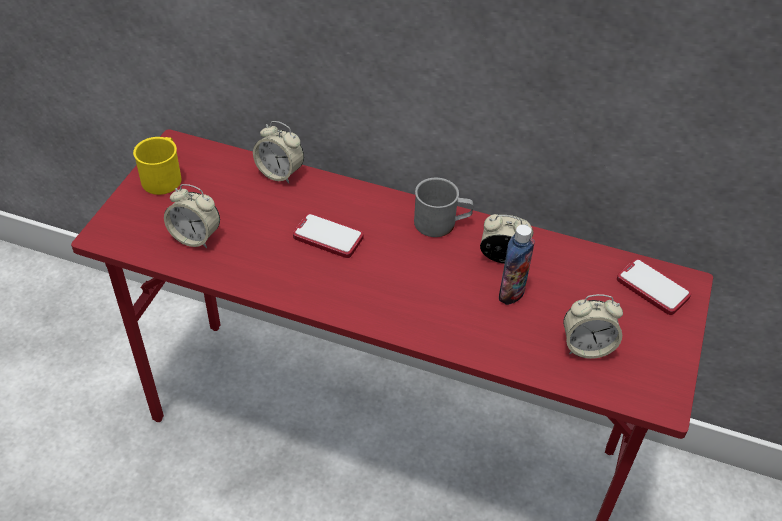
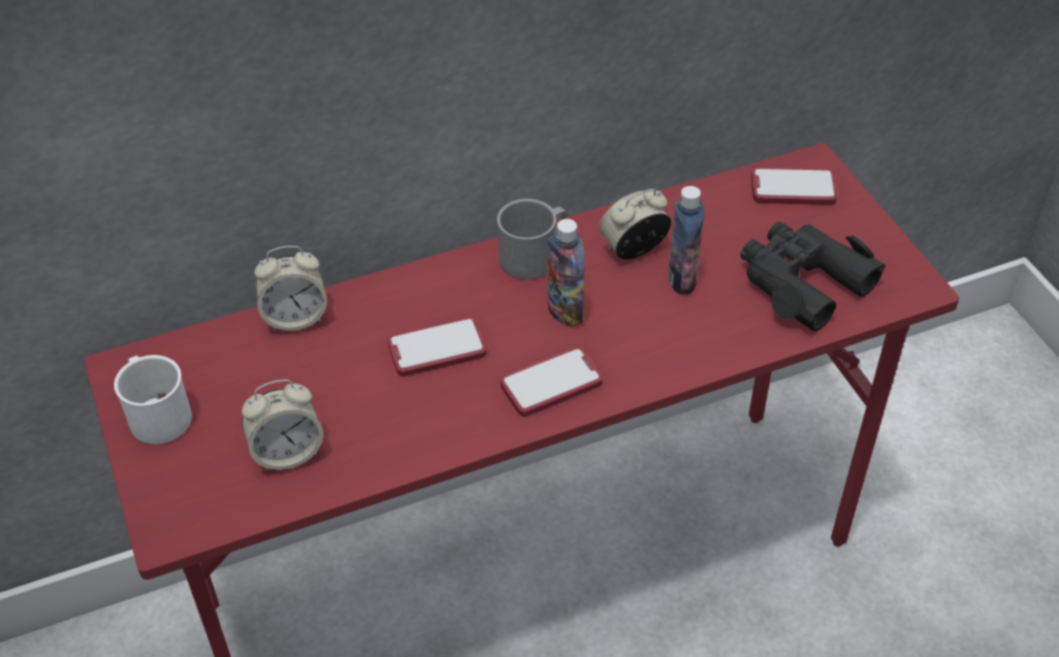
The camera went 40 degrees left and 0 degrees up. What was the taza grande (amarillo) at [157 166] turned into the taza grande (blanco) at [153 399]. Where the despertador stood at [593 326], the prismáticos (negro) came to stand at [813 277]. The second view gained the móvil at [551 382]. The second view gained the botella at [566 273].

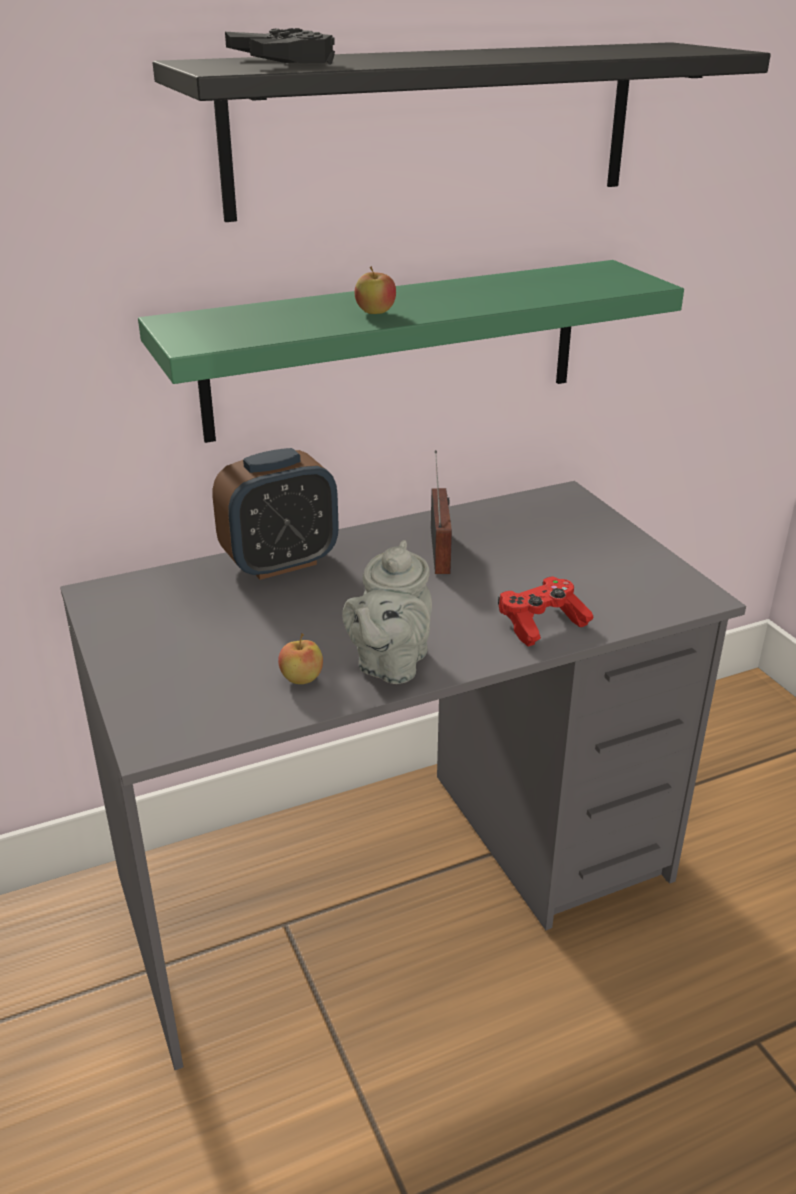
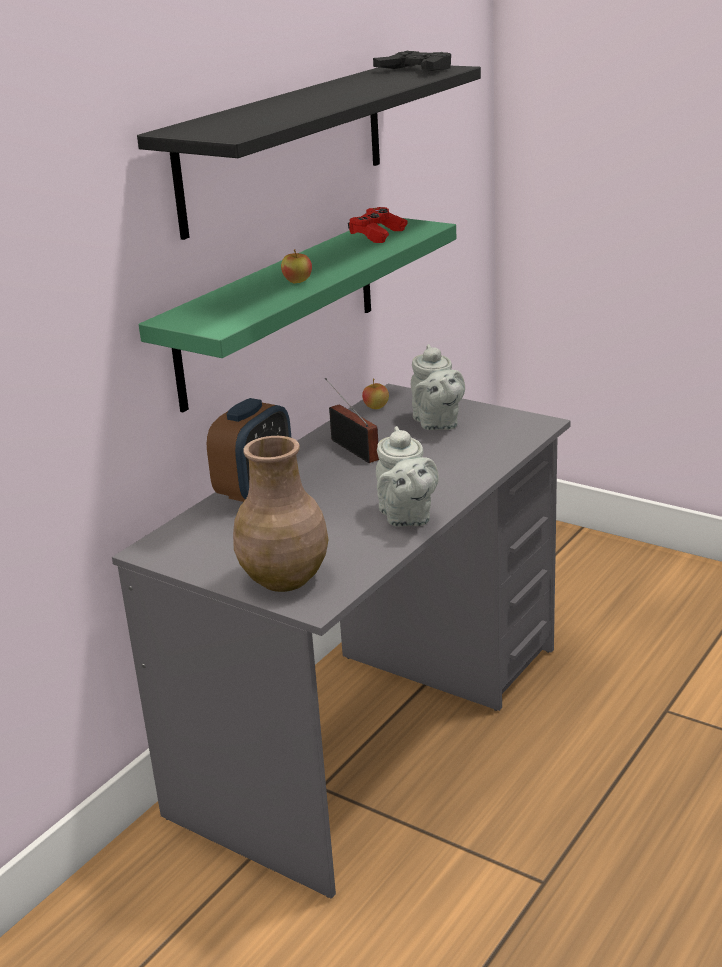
The camera went 30 degrees left and 5 degrees down. The mando de consola (negro) ended up elsewhere, having gone from [280 46] to [412 61]. The manzana ended up elsewhere, having gone from [300 658] to [375 394]. The mando de consola (rojo) ended up elsewhere, having gone from [545 611] to [378 225]. The second view gained the florero (marrón) at [281 514]. The second view gained the tetera (gris) at [438 387].

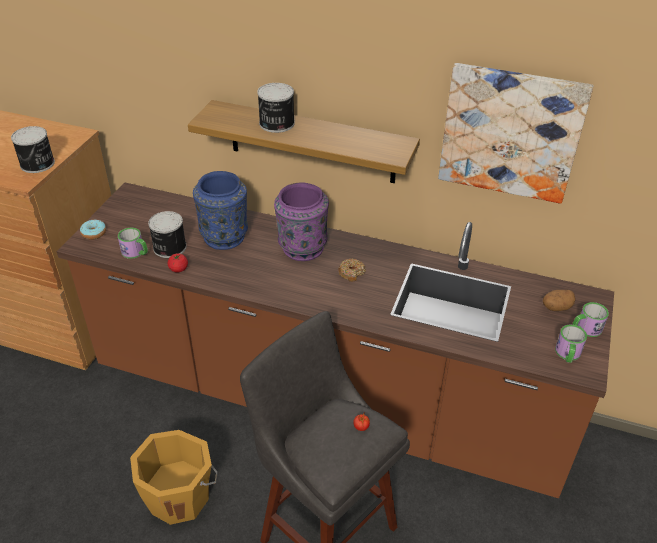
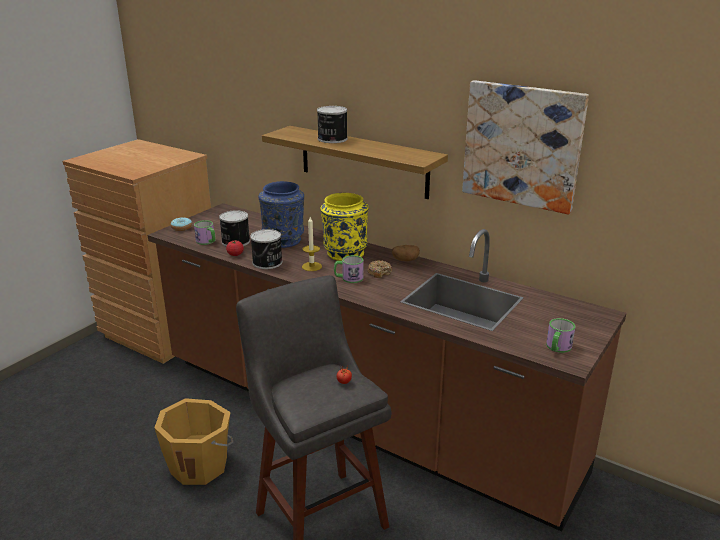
The camera went 15 degrees right and 15 degrees down. The lata ended up elsewhere, having gone from [33 149] to [266 249]. What was the florero (morado) at [301 222] turned into the florero (amarillo) at [344 227]. The patata ended up elsewhere, having gone from [559 300] to [406 253]. The taza grande ended up elsewhere, having gone from [590 319] to [348 269]. The second view gained the vela at [312 244].

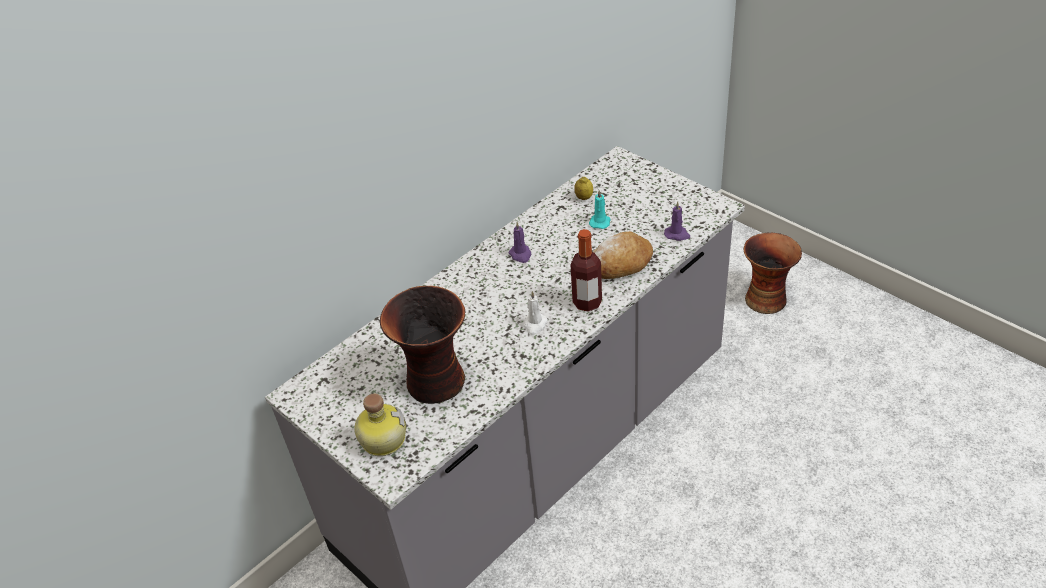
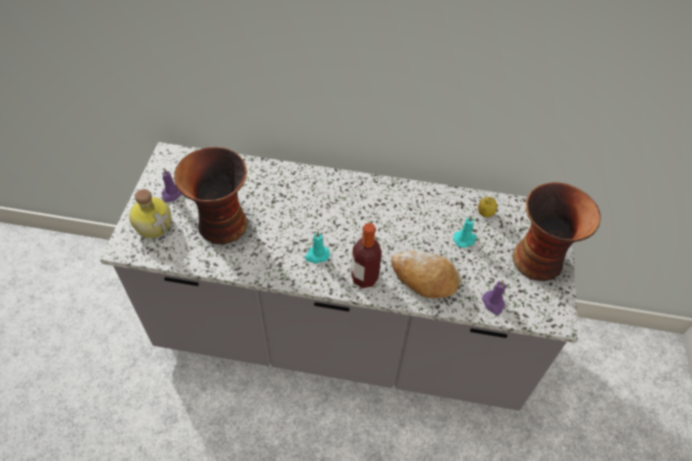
The camera went 50 degrees right and 10 degrees up. The vela (morado) ended up elsewhere, having gone from [519 242] to [172 185]. What was the vela (blanco) at [536 313] turned into the vela (turquesa) at [317 247]. The florero ended up elsewhere, having gone from [773 273] to [557 231].

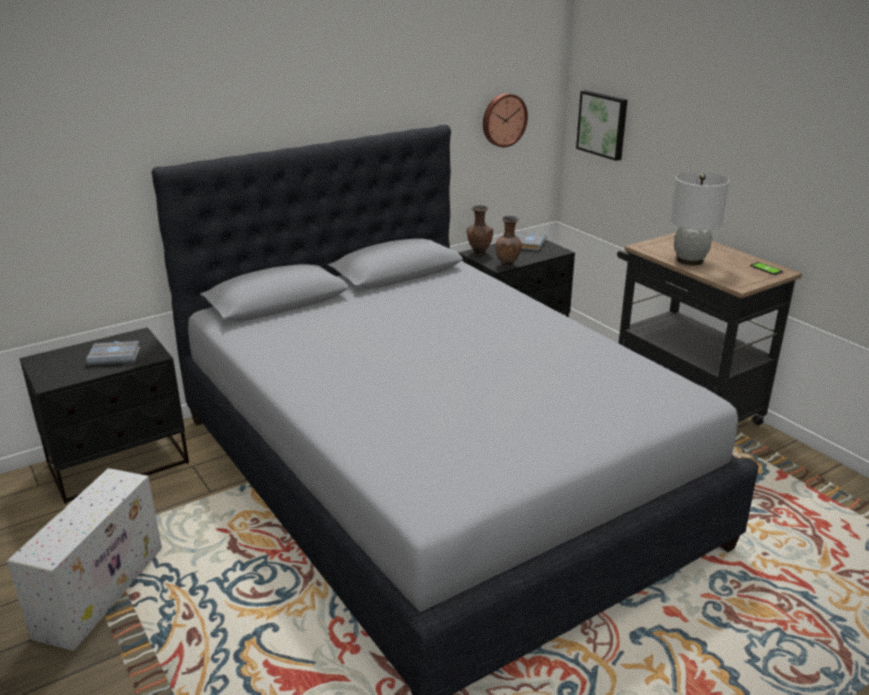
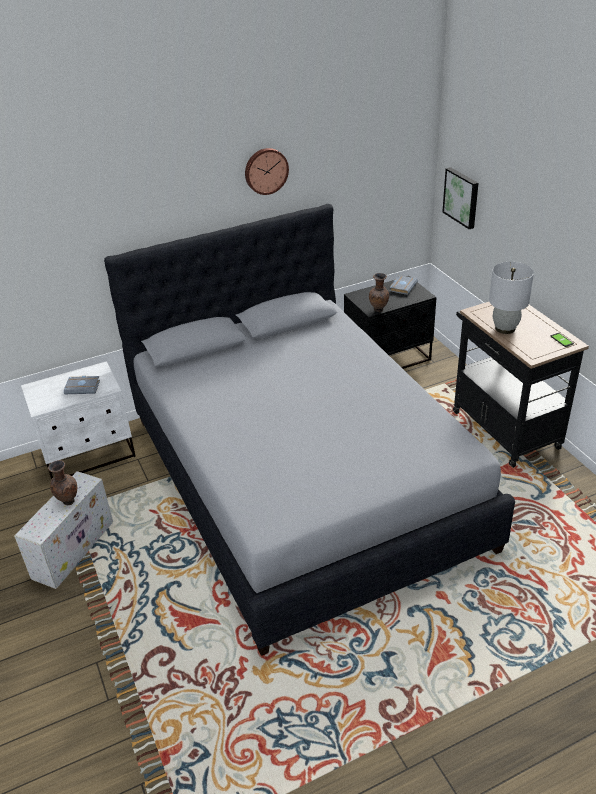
The camera went 10 degrees right and 10 degrees up. What was the mesita de noche (negro) at [104 415] turned into the mesita de noche (blanco) at [78 420]. The florero (marrón) ended up elsewhere, having gone from [479 230] to [62 482]. The reloj de pared ended up elsewhere, having gone from [505 120] to [267 171].

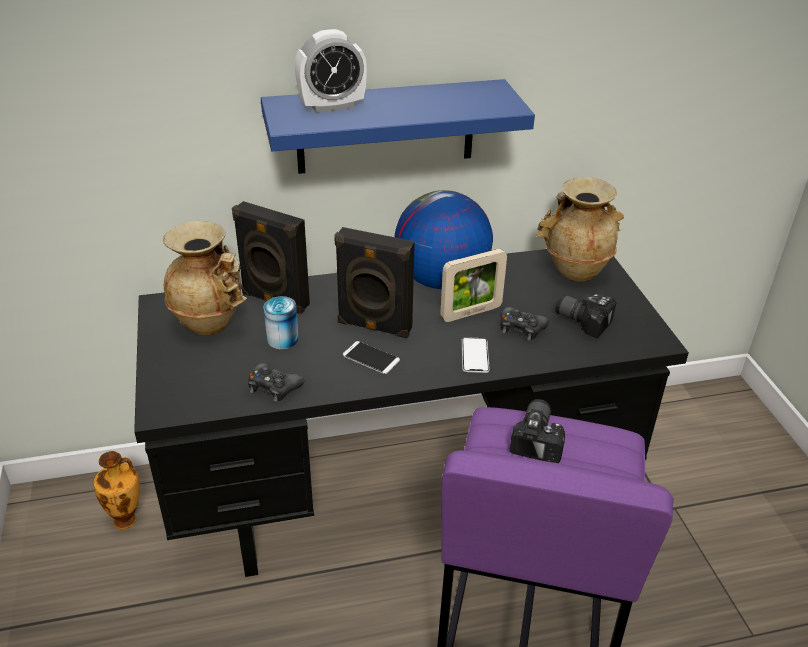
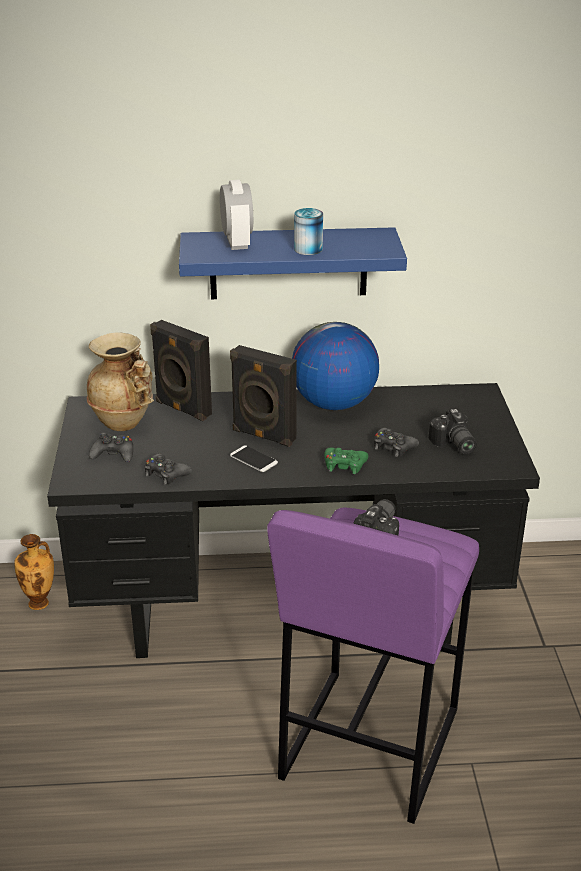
The camera went 10 degrees right and 5 degrees down. The lata ended up elsewhere, having gone from [281 323] to [308 231]. The despertador at [331 71] ended up facing another way, 90 degrees counterclockwise from before. The second view lost the portarretratos at [473 285]. Where the móvil stood at [476 355], the mando de consola (verde) came to stand at [346 461]. The second view lost the florero (beis) at [580 229]. The cámara at [586 316] ended up facing another way, 150 degrees counterclockwise from before. The second view gained the mando de consola (negro) at [111 447].

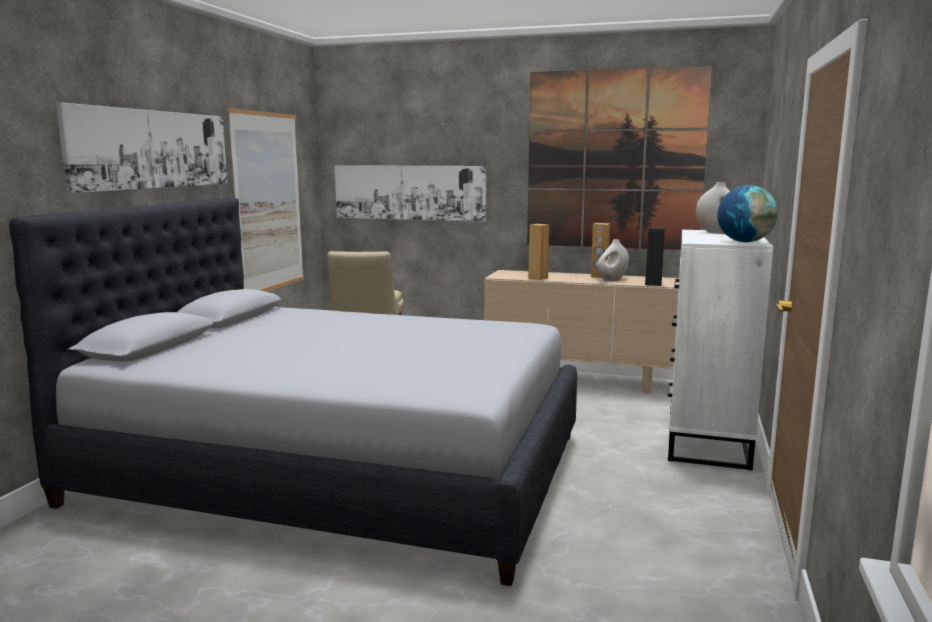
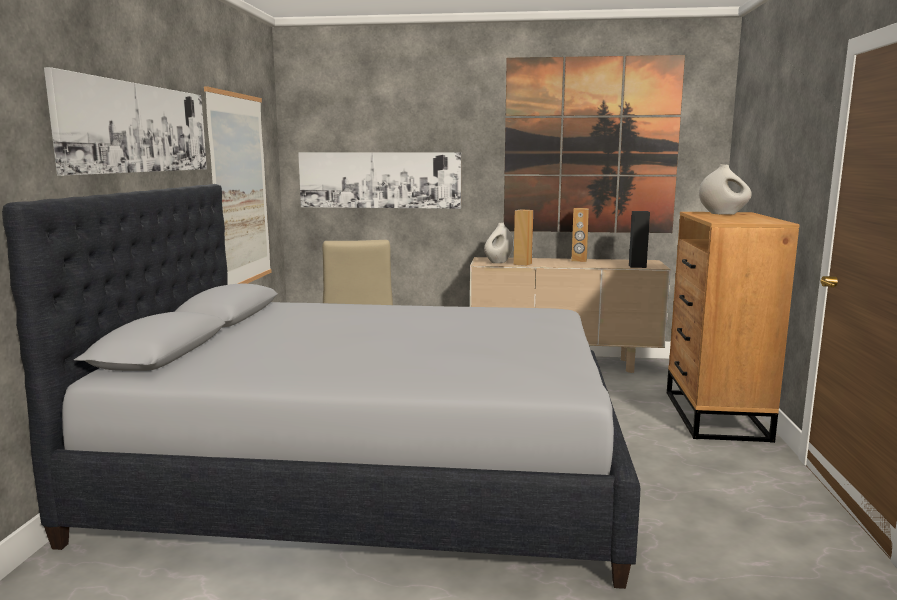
The camera went 10 degrees left and 0 degrees up. The florero (blanco) ended up elsewhere, having gone from [613 260] to [498 243]. What was the cómoda (blanco) at [720 350] turned into the cómoda (marrón) at [733 327]. The second view lost the globo terráqueo at [747 213].

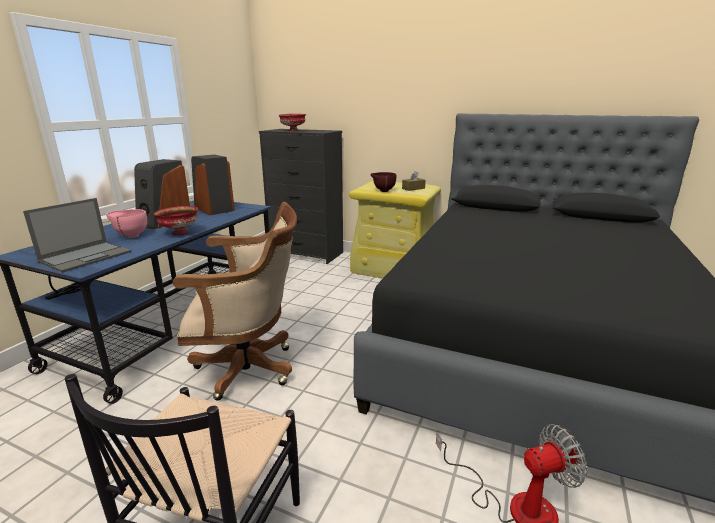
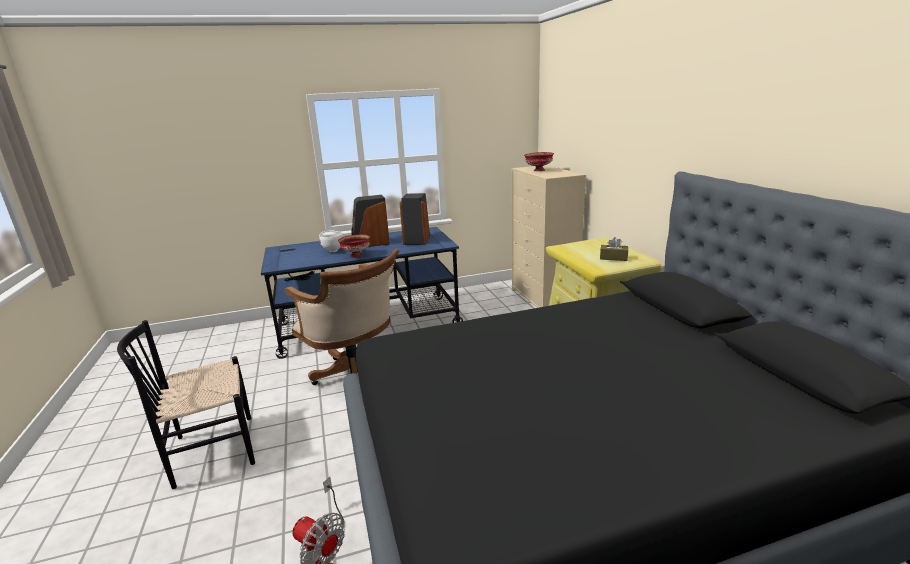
The camera went 50 degrees right and 0 degrees up. The second view lost the portátil at [77 235]. What was the cuenco (rosa) at [126 223] turned into the cuenco (blanco) at [331 241]. What was the cómoda (negro) at [301 196] turned into the cómoda (beis) at [549 236]. The second view lost the cuenco (marrón) at [383 182].

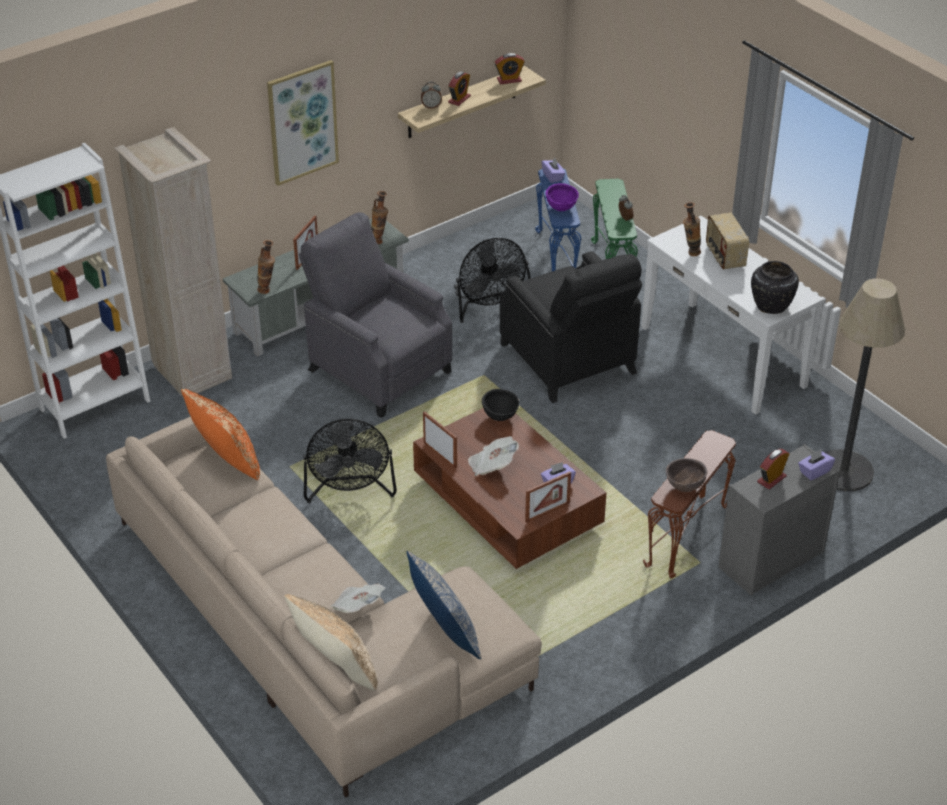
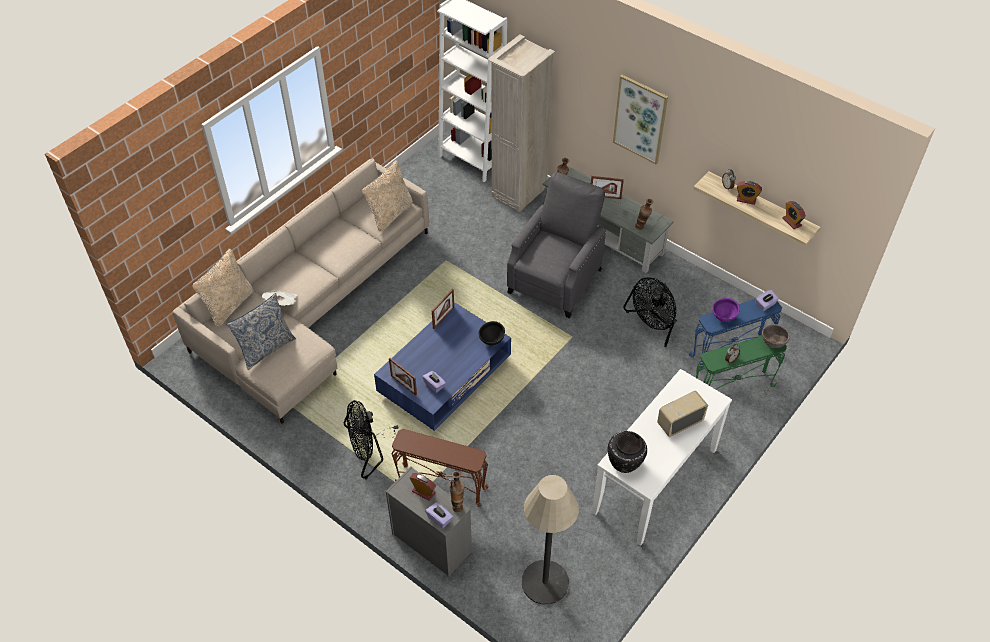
The camera went 75 degrees right and 10 degrees up. What was the cojín (naranja) at [220 434] turned into the cojín (beis) at [387 196]. The ventilador (negro) ended up elsewhere, having gone from [350 460] to [372 439]. What was the mesa de centro (marrón) at [509 488] turned into the mesa de centro (azul) at [442 366]. The second view lost the periódico at [493 456]. The second view lost the sillón (negro) at [571 327]. The cuenco (marrón) ended up elsewhere, having gone from [686 475] to [776 336]. The florero ended up elsewhere, having gone from [692 229] to [457 491].

